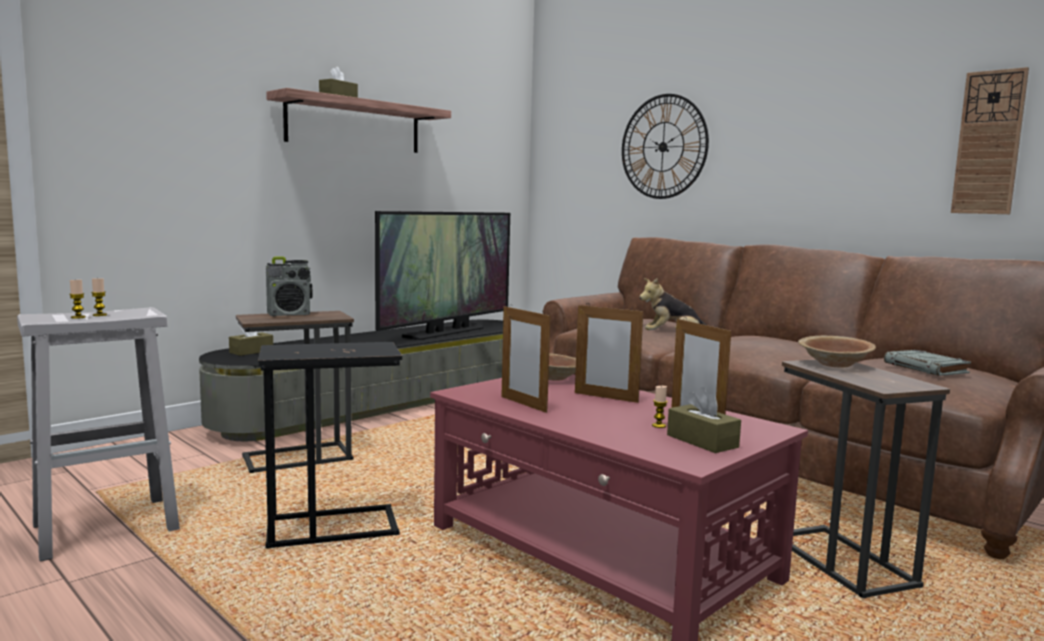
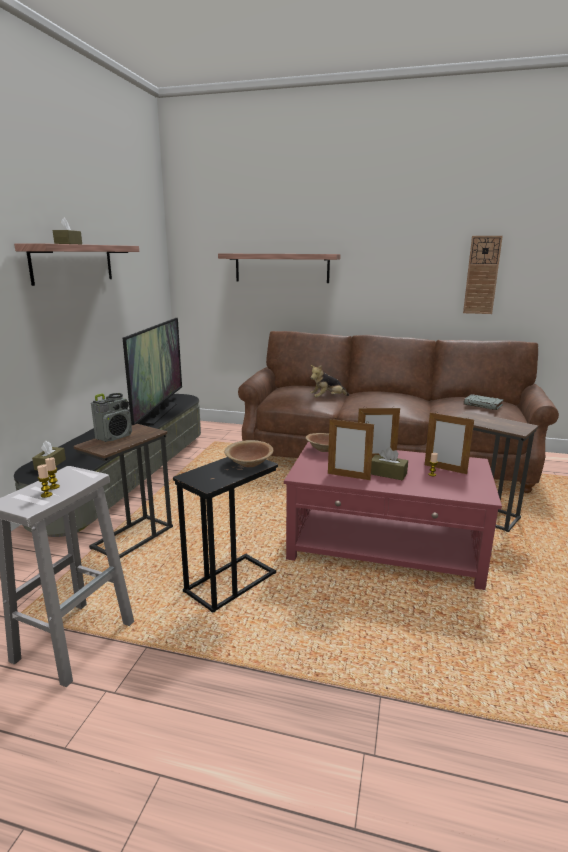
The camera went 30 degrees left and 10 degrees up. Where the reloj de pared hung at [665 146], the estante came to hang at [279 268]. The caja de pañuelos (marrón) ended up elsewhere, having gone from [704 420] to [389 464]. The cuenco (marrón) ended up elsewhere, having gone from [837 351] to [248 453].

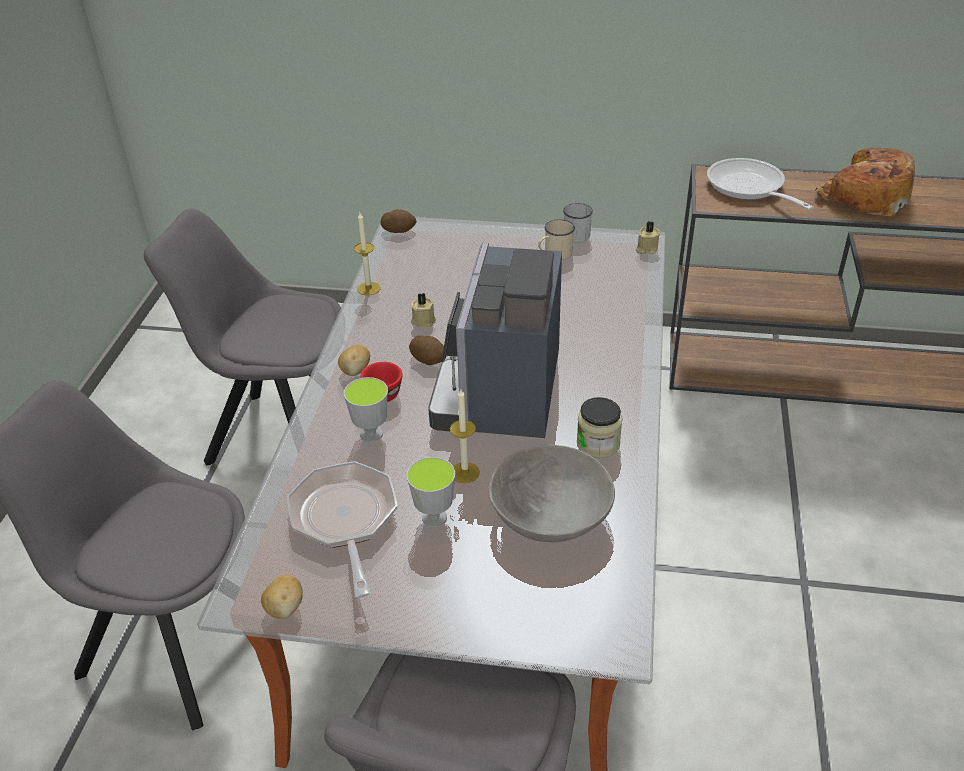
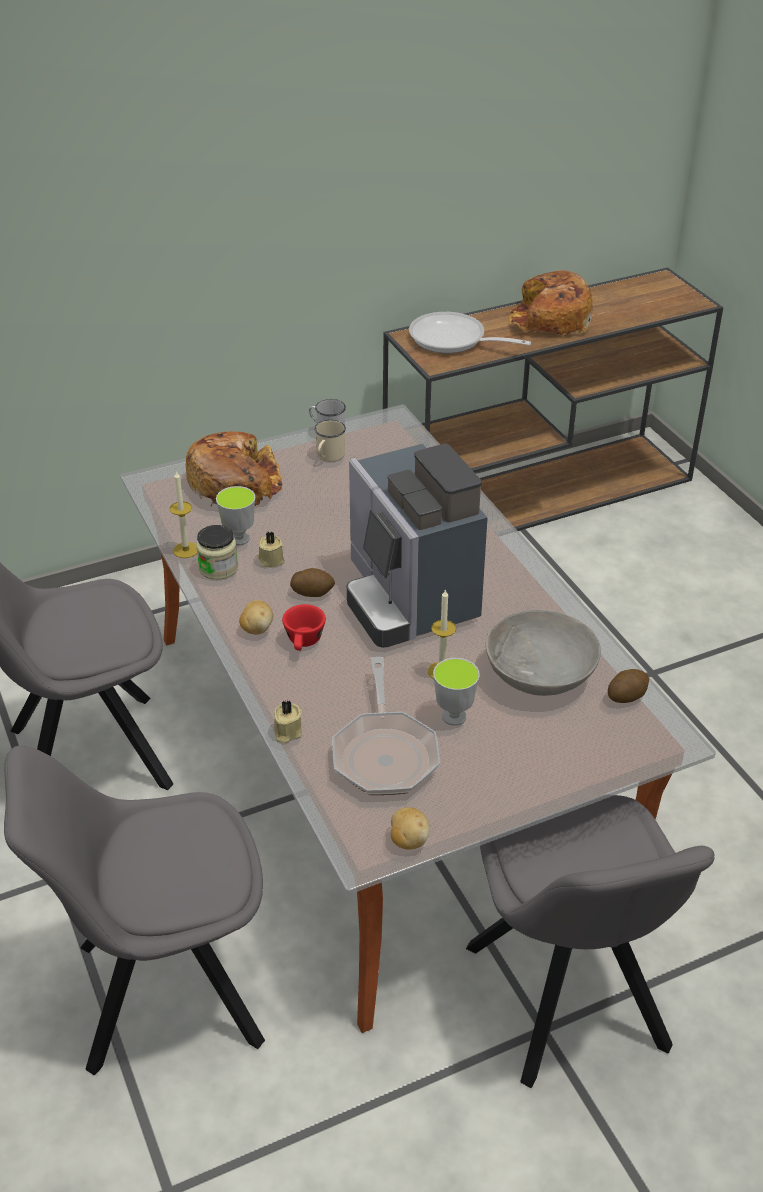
The camera went 35 degrees left and 0 degrees up. The sartén at [342 529] ended up facing another way, 135 degrees counterclockwise from before. The taza ended up elsewhere, having gone from [366 409] to [235 515]. The patata ended up elsewhere, having gone from [398 221] to [628 686]. The tarro ended up elsewhere, having gone from [599 427] to [217 552]. The vela (beis) ended up elsewhere, having gone from [648 237] to [288 721]. The second view gained the pan at [234 469].

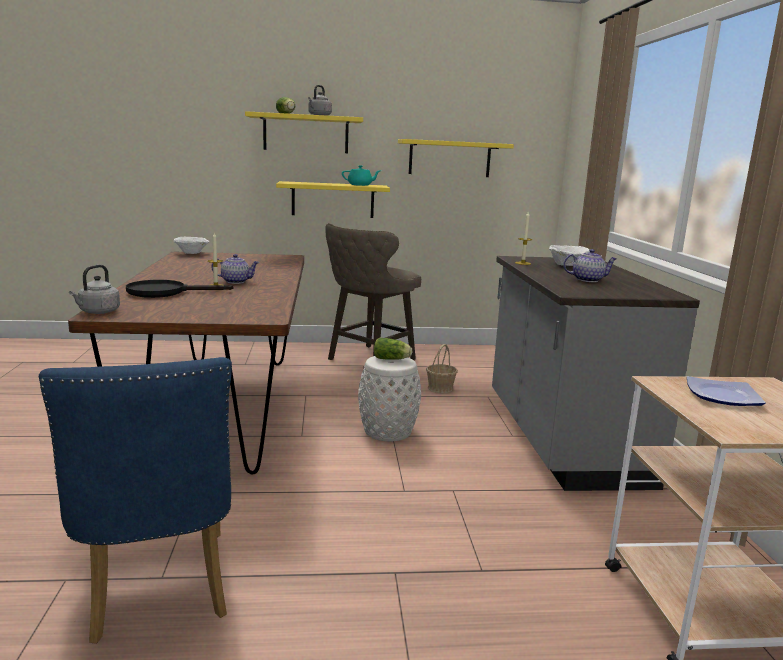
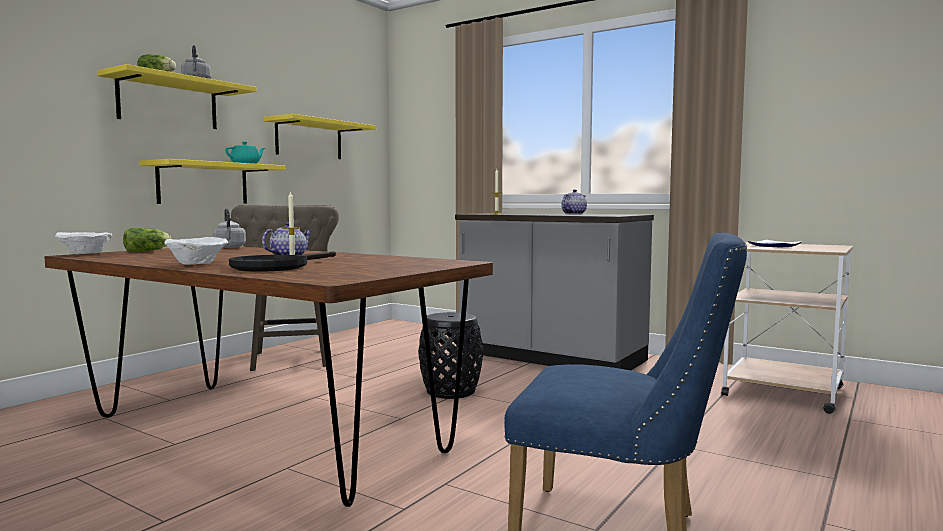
The camera went 50 degrees left and 10 degrees down. The hervidor (gris) ended up elsewhere, having gone from [94 289] to [229 228]. What was the taburete (blanco) at [389 398] turned into the taburete (negro) at [450 355]. The lechuga ended up elsewhere, having gone from [393 349] to [147 240]. The second view lost the cesta at [442 368]. The cuenco (blanco) ended up elsewhere, having gone from [569 255] to [196 251].

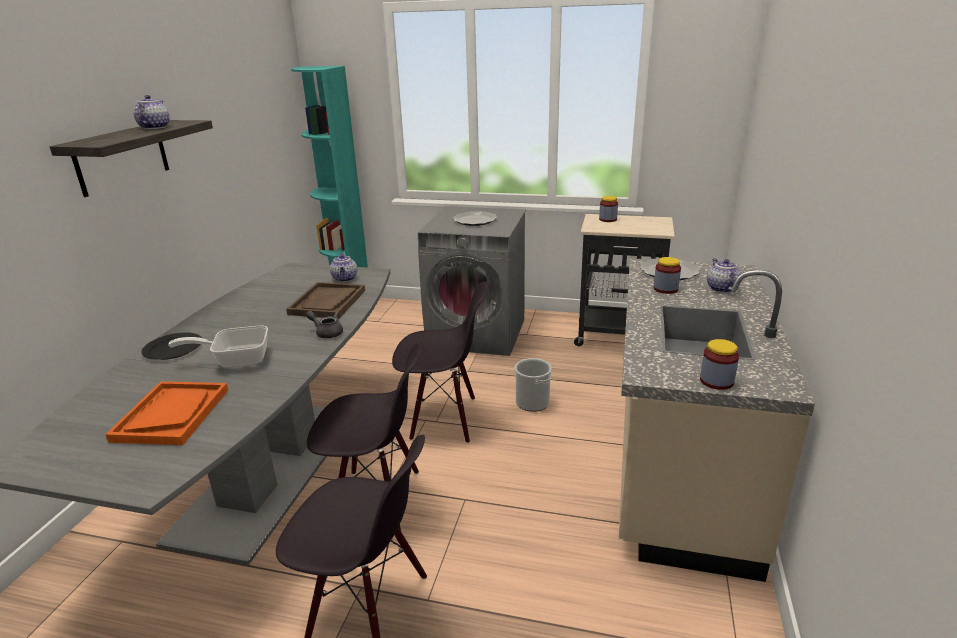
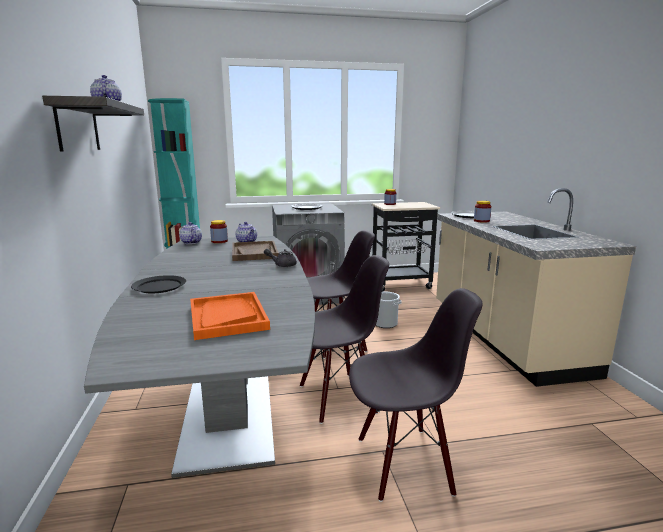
The camera went 25 degrees left and 10 degrees down. The second view lost the sartén at [218 346]. The tarro ended up elsewhere, having gone from [719 364] to [219 231]. The tetera ended up elsewhere, having gone from [724 276] to [190 233].

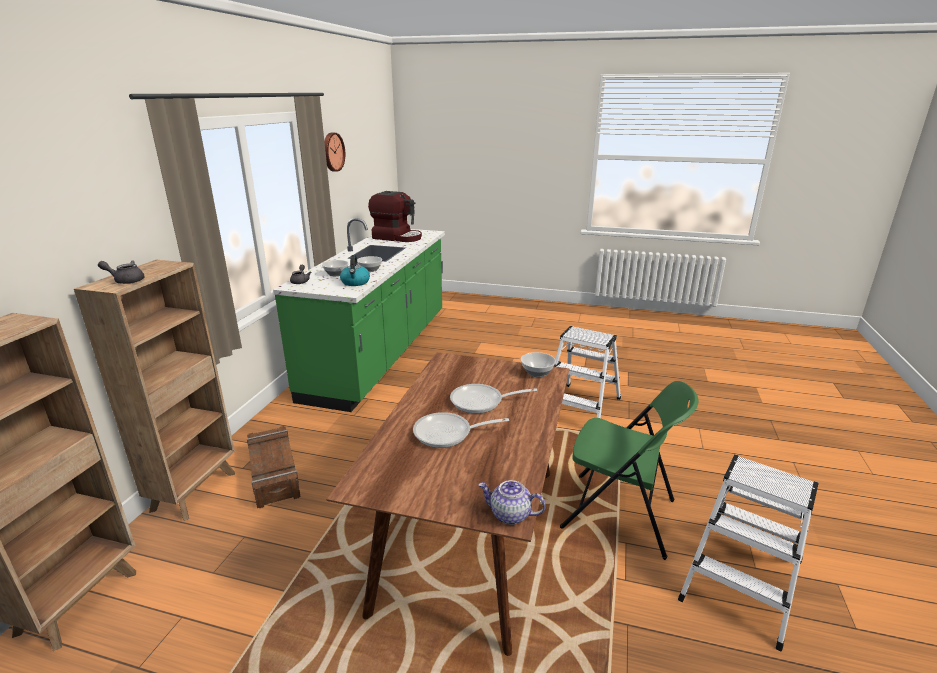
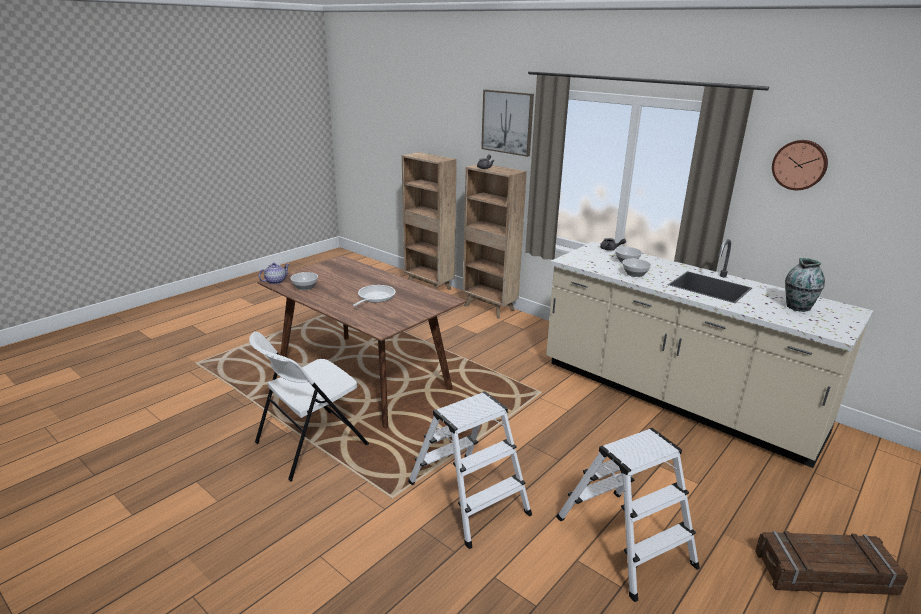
The camera went 115 degrees right and 0 degrees up. The caja de embalaje ended up elsewhere, having gone from [274 467] to [831 563]. What was the mueble bajo de cocina (verde) at [359 315] turned into the mueble bajo de cocina (beis) at [710 353]. The second view lost the hervidor at [355 270]. Where the cafetera stood at [395 216], the florero came to stand at [805 285]. The second view lost the sartén at [461 430]. The cuenco ended up elsewhere, having gone from [538 364] to [304 281]. What was the silla (verde) at [629 470] turned into the silla (blanco) at [309 407]. The escalera de tijera (blanco) ended up elsewhere, having gone from [748 552] to [628 515]. The second view gained the cuadro at [507 123].

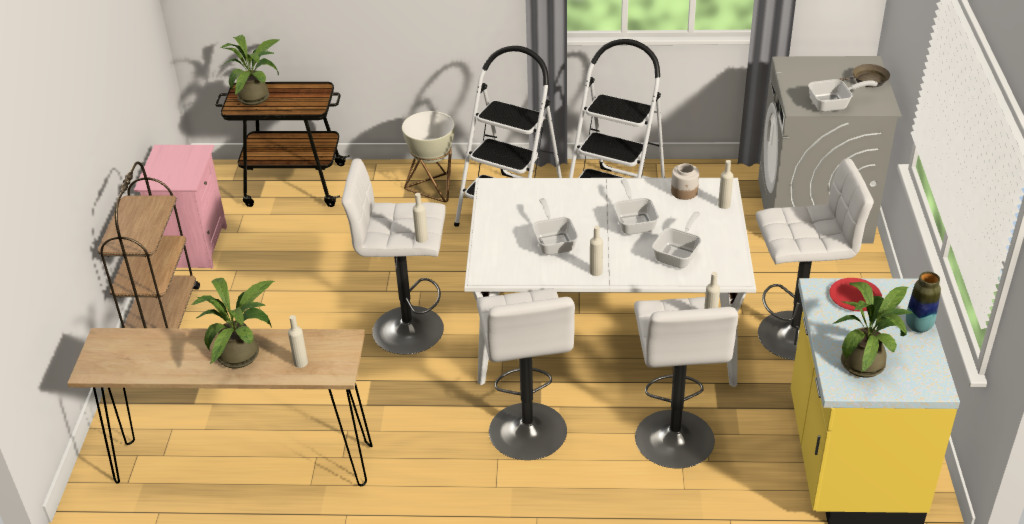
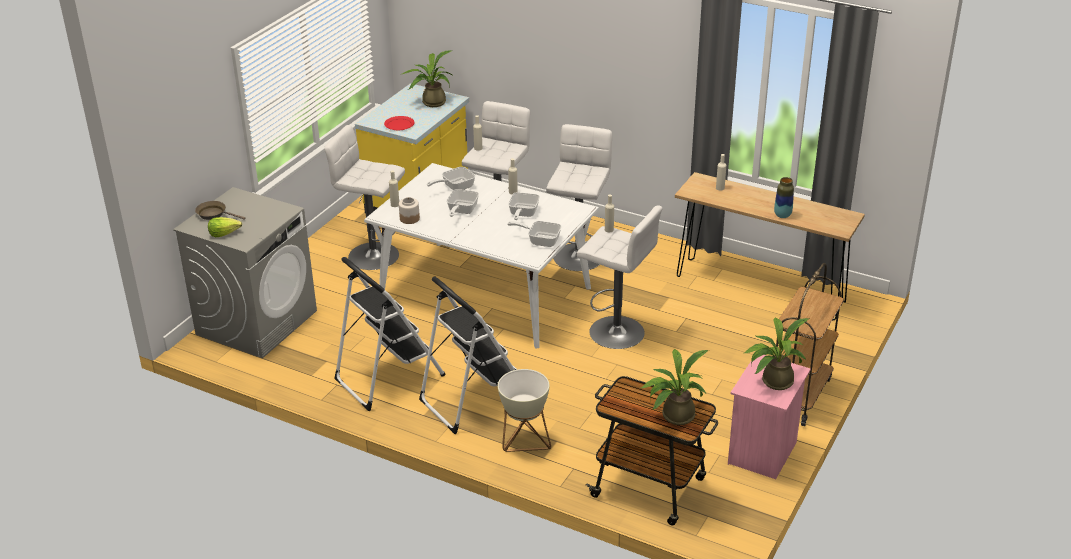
The camera went 155 degrees left and 5 degrees down. The planta en maceta ended up elsewhere, having gone from [233 323] to [776 353]. The sartén ended up elsewhere, having gone from [843 95] to [534 234]. The florero ended up elsewhere, having gone from [923 302] to [784 197]. The second view gained the lechuga at [225 227].

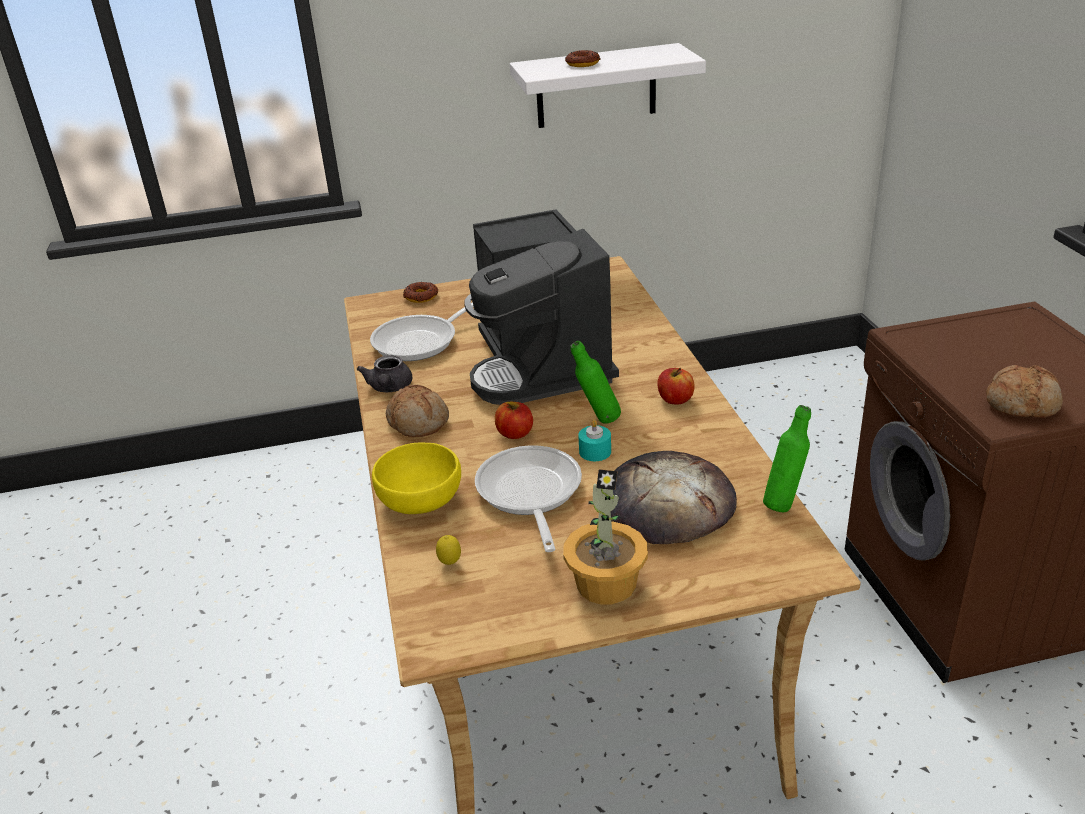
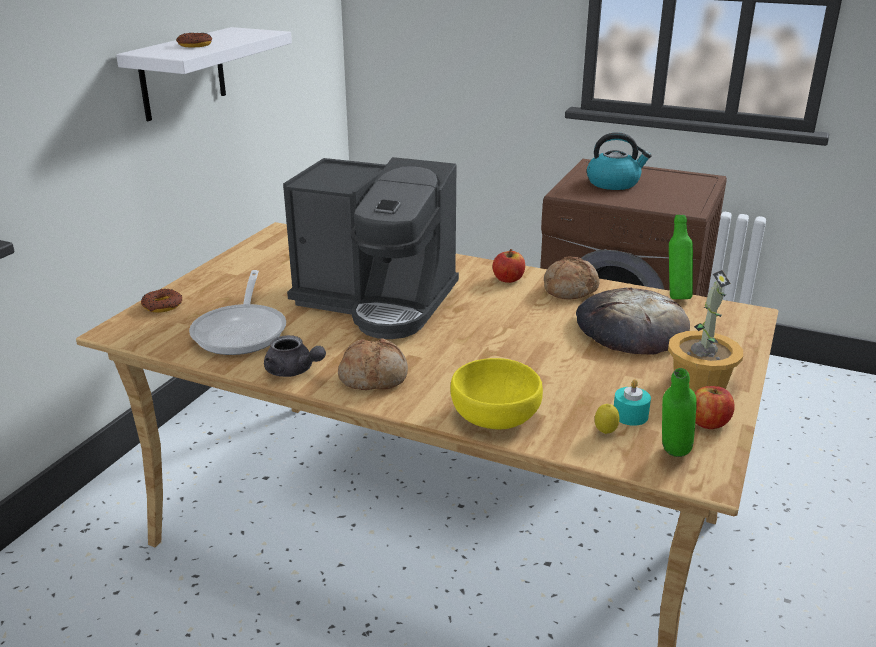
The camera went 55 degrees left and 5 degrees down. The second view lost the sartén at [528 498]. The manzana ended up elsewhere, having gone from [514 420] to [715 407]. The botella (verde) ended up elsewhere, having gone from [596 382] to [679 412]. The vela (turquesa) ended up elsewhere, having gone from [594 440] to [632 402]. The pan ended up elsewhere, having gone from [1024 391] to [572 278]. The second view gained the hervidor at [619 161].

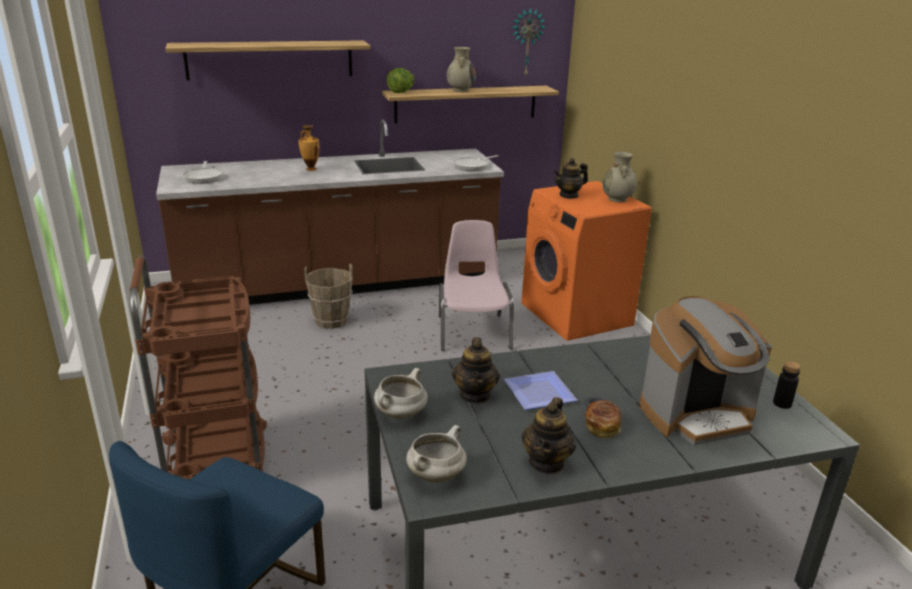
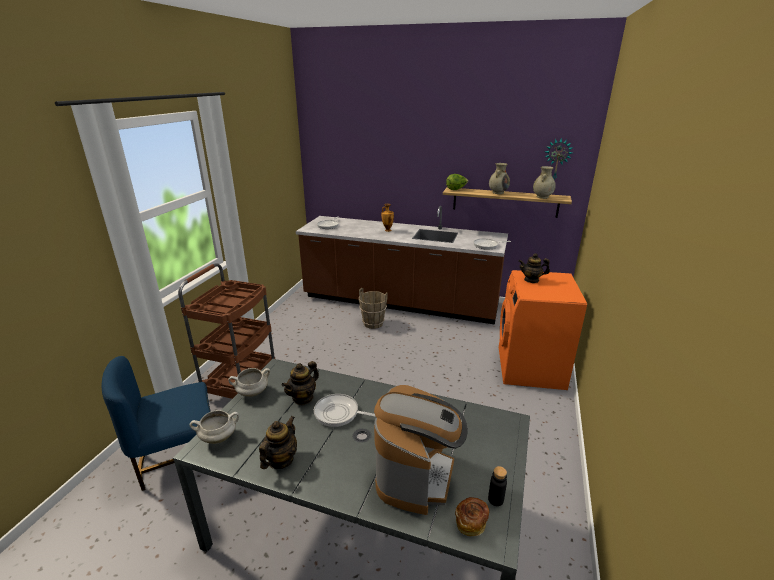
The camera went 35 degrees right and 0 degrees up. The second view lost the estante at [267 60]. The second view lost the silla (rosa) at [476 285]. Where the plato stood at [540 390], the sartén came to stand at [345 410]. The tetera at [549 435] ended up facing another way, 150 degrees clockwise from before. The pan ended up elsewhere, having gone from [603 419] to [472 516]. The florero (beis) ended up elsewhere, having gone from [620 177] to [544 182]. The cafetera at [705 370] ended up facing another way, 90 degrees counterclockwise from before.

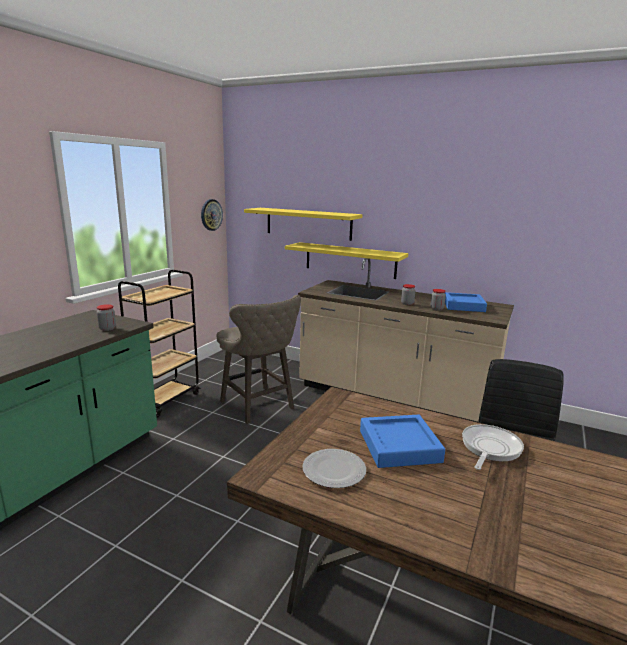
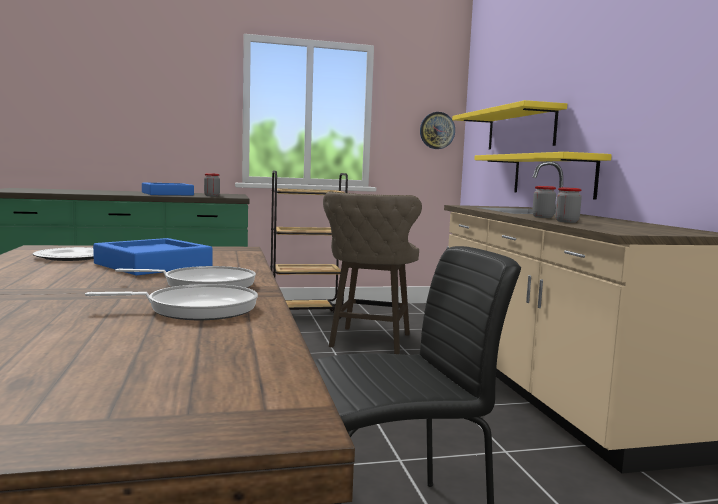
The camera went 50 degrees right and 10 degrees down. The bandeja (azul) ended up elsewhere, having gone from [466 302] to [168 188]. The second view gained the sartén at [171 302].

